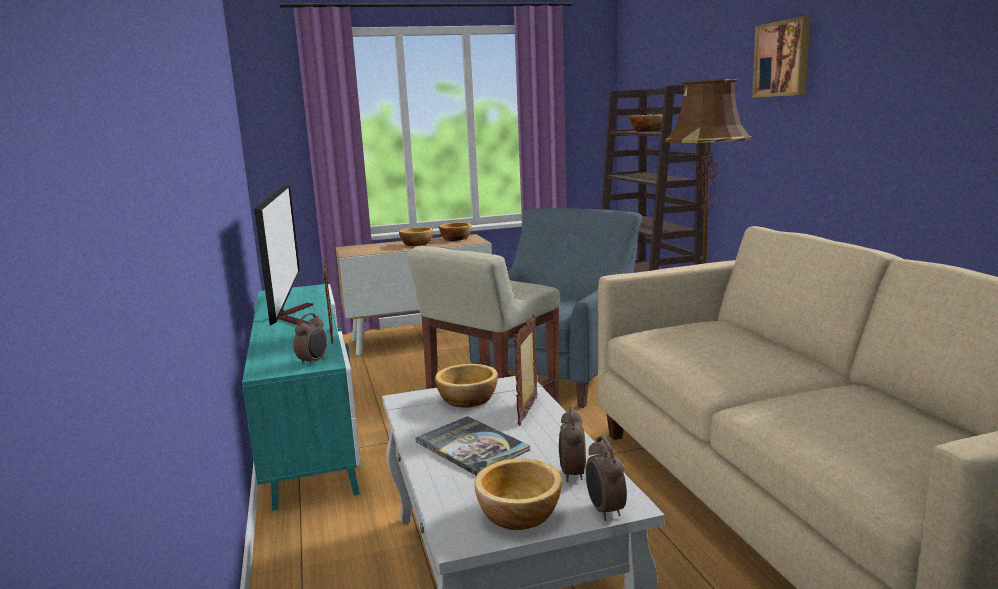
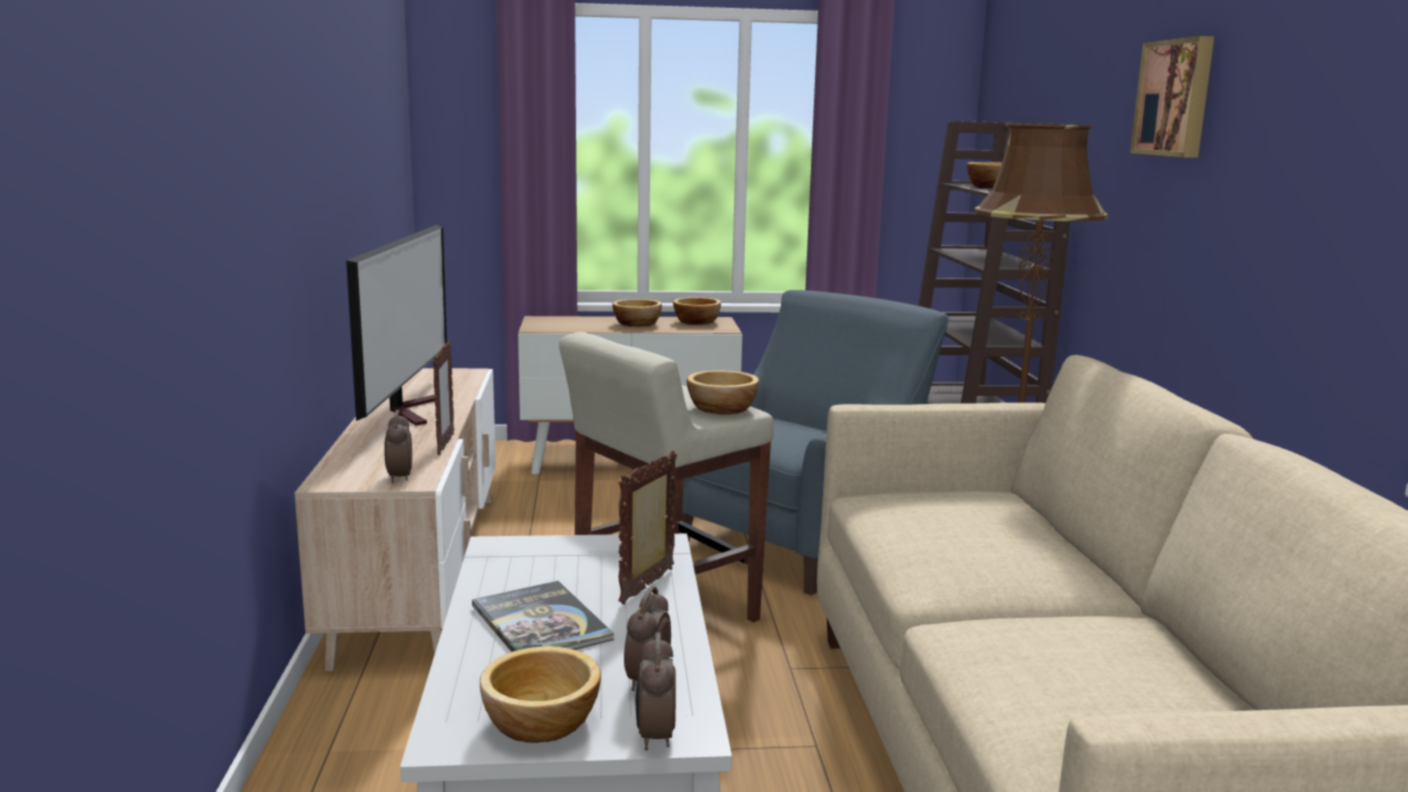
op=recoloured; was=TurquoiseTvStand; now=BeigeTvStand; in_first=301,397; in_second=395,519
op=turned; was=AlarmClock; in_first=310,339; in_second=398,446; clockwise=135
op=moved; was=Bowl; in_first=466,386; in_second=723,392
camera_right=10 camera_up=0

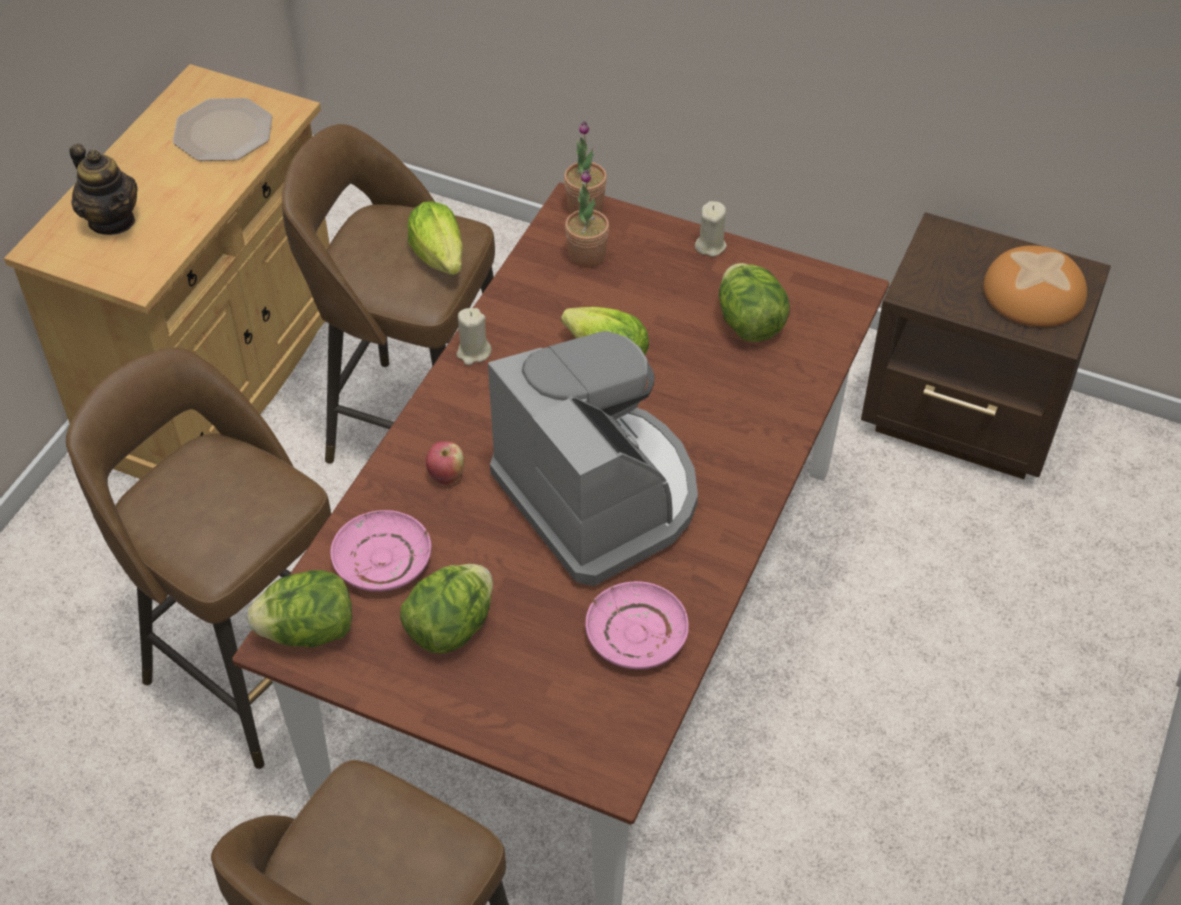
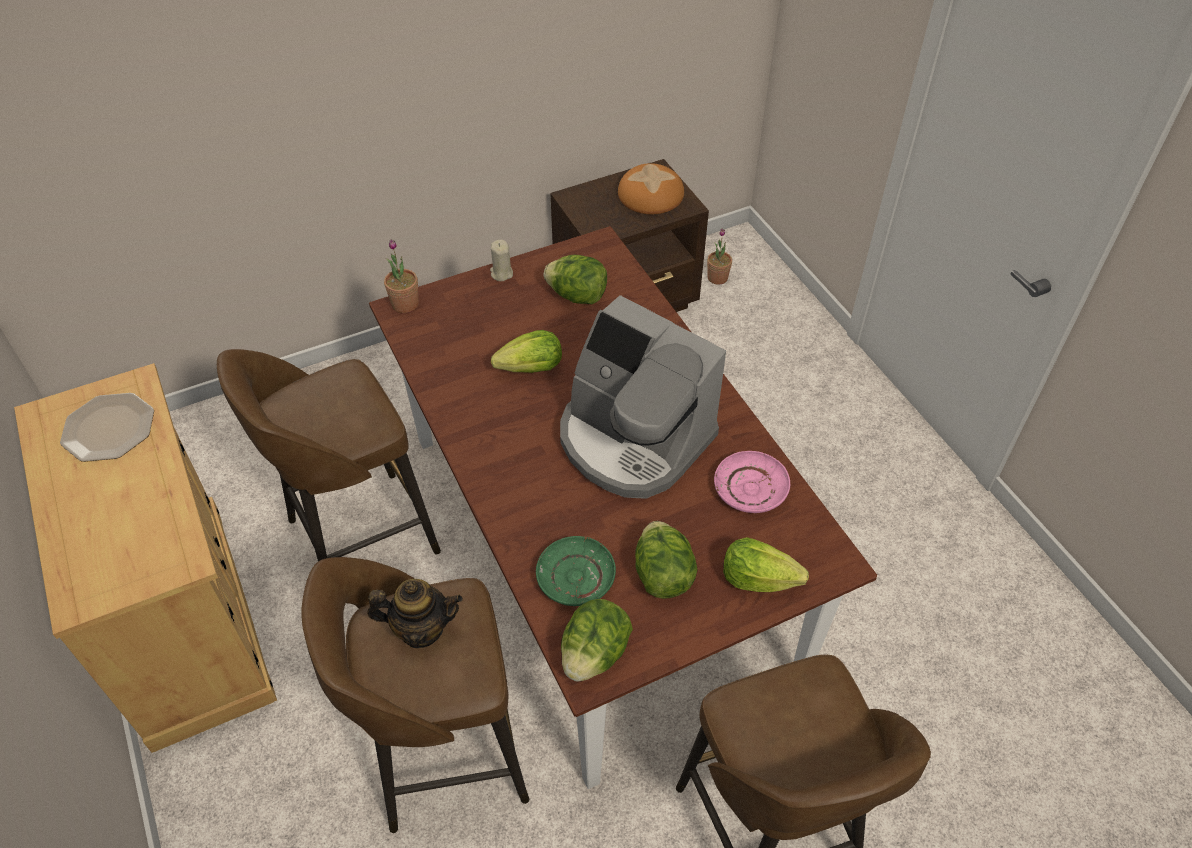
op=moved; was=PotForTea; in_first=103,189; in_second=415,613
op=moved; was=Houseplant; in_first=587,218; in_second=719,256
op=moved; was=LettuceHead; in_first=435,238; in_second=766,564
op=removed; was=BeigeWaxLight; in_first=474,336
op=turned; was=CoffeeBrewer; in_first=593,458; in_second=643,397; clockwise=-150
op=removed; was=WholeApple; in_first=445,463
op=recoloured; was=PinkishPlate; now=GreenColouredPlate; in_first=380,551; in_second=576,571
camera_right=-50 camera_up=0

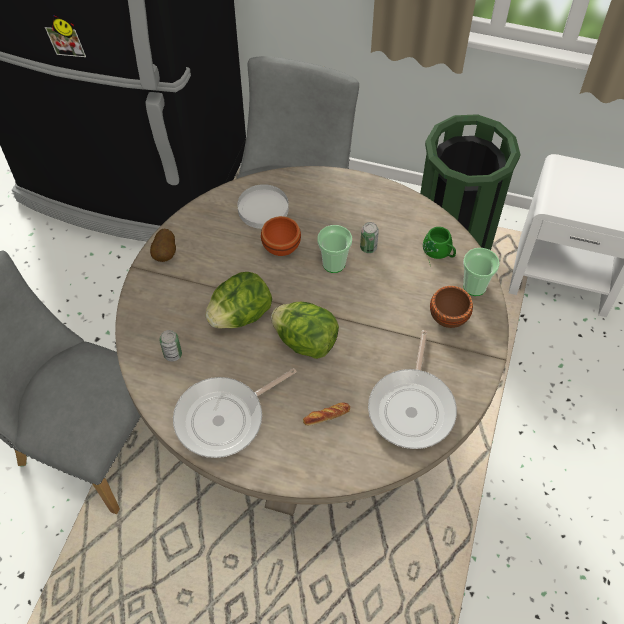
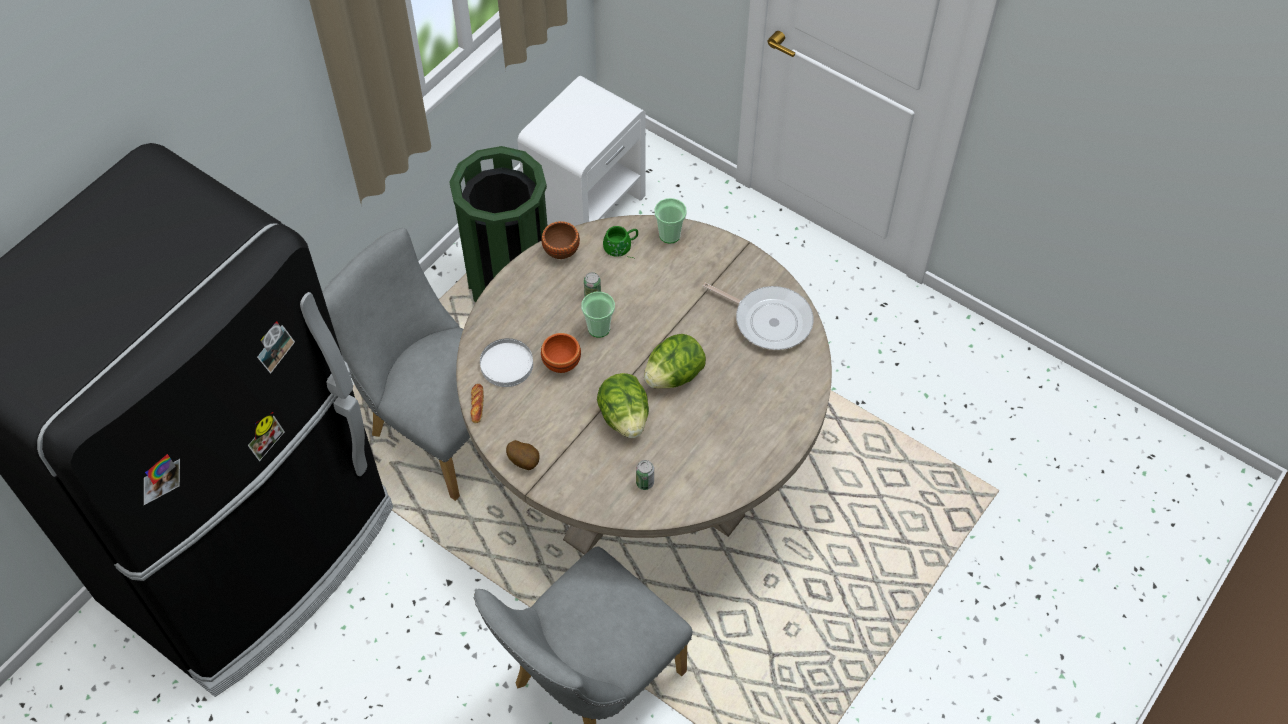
op=moved; was=BrownishBowl; in_first=451,307; in_second=560,240
op=removed; was=Pan; in_first=235,413
op=moved; was=BakedBread; in_first=326,414; in_second=477,403
camera_right=-70 camera_up=0

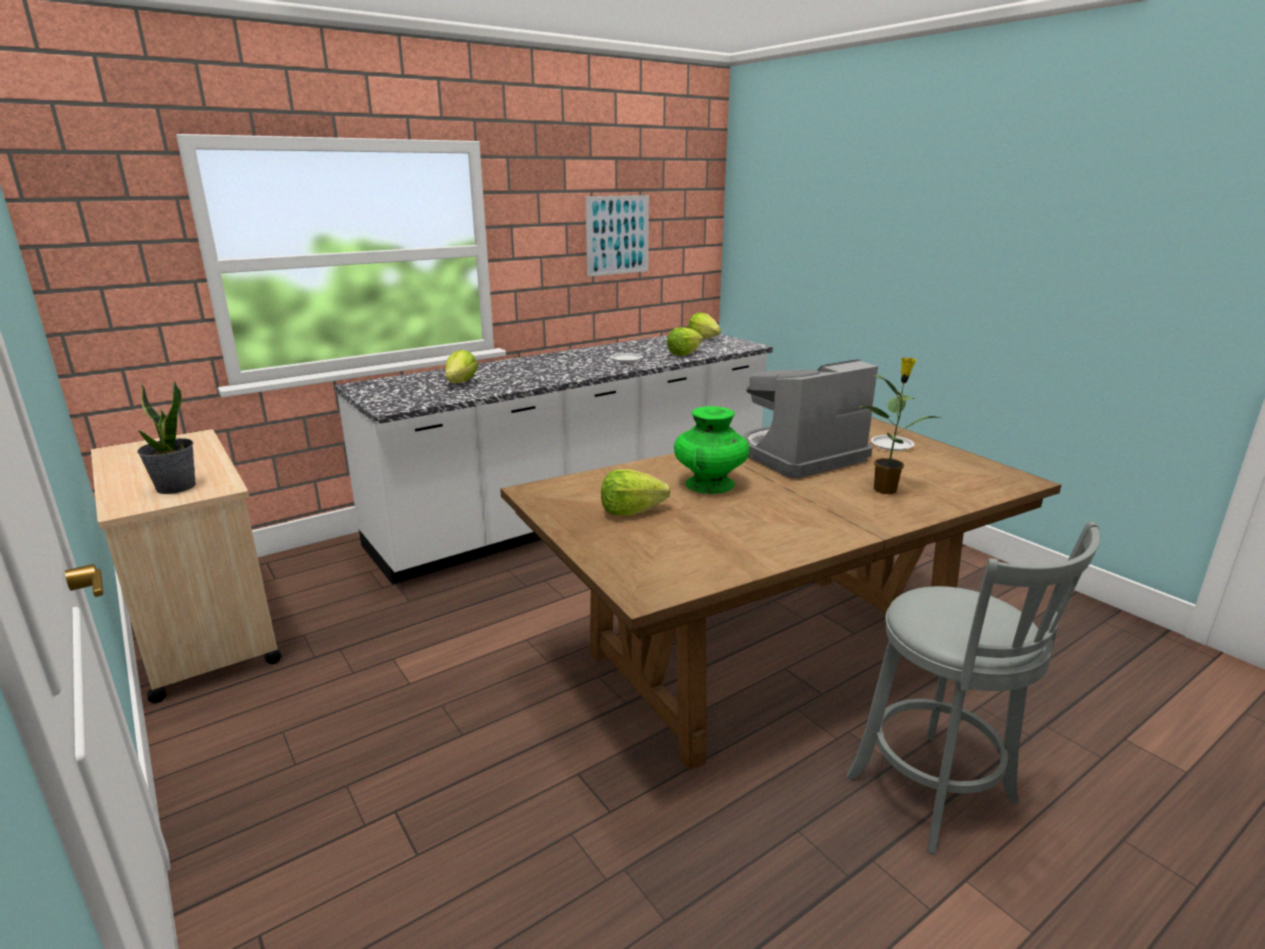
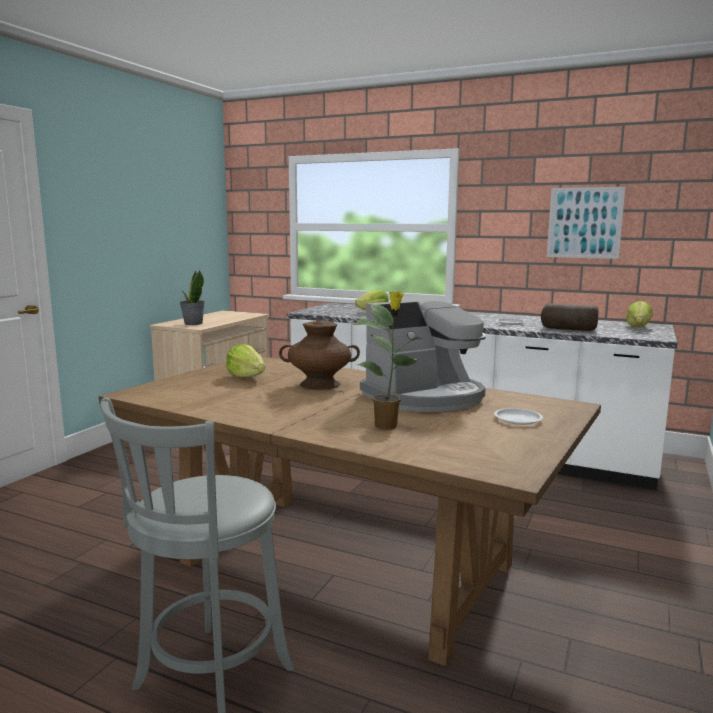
op=replaced; was=LettuceHead; now=BakedBread; in_first=685,341; in_second=569,317
op=turned; was=CoffeeBrewer; in_first=810,418; in_second=423,355; clockwise=120
op=recoloured; was=GreenColouredFlowerVase; now=BrownishFlowerVase; in_first=712,450; in_second=319,355
camera_right=60 camera_up=-10

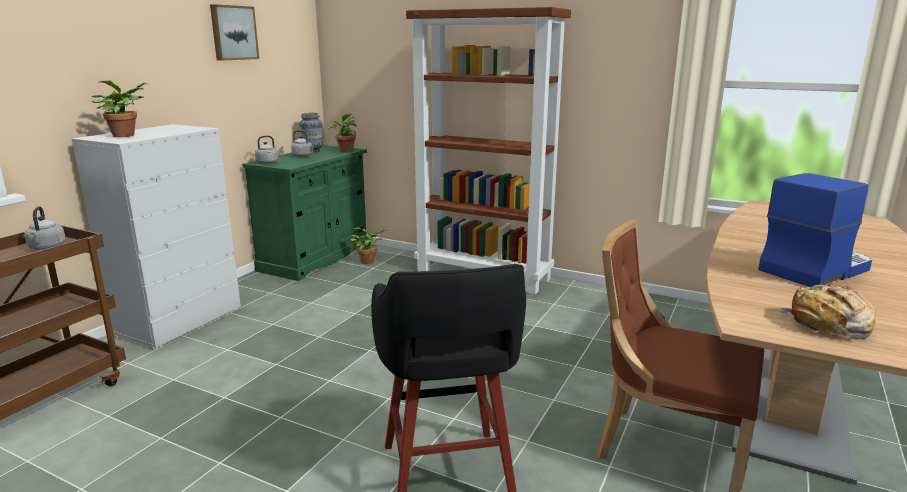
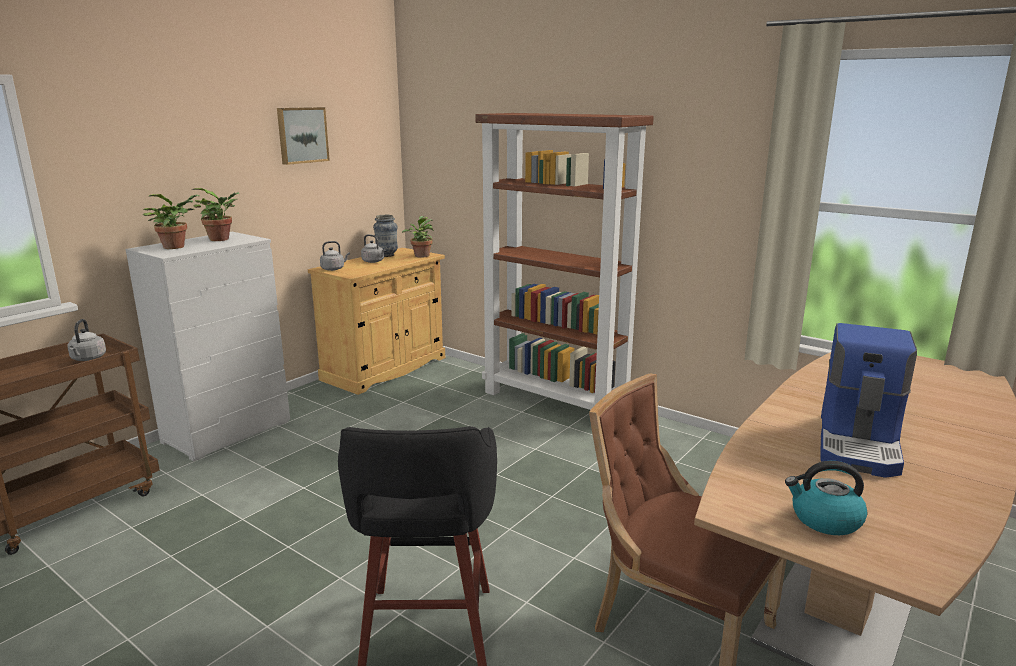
op=recoloured; was=GreenColouredStorageCabinet; now=BeigeStorageCabinet; in_first=305,213; in_second=376,321
op=turned; was=CoffeeBrewer; in_first=815,230; in_second=868,400; clockwise=135
op=moved; was=Houseplant; in_first=368,245; in_second=215,214
op=replaced; was=BakedBread; now=WaterKettle; in_first=827,311; in_second=826,498
camera_right=10 camera_up=0

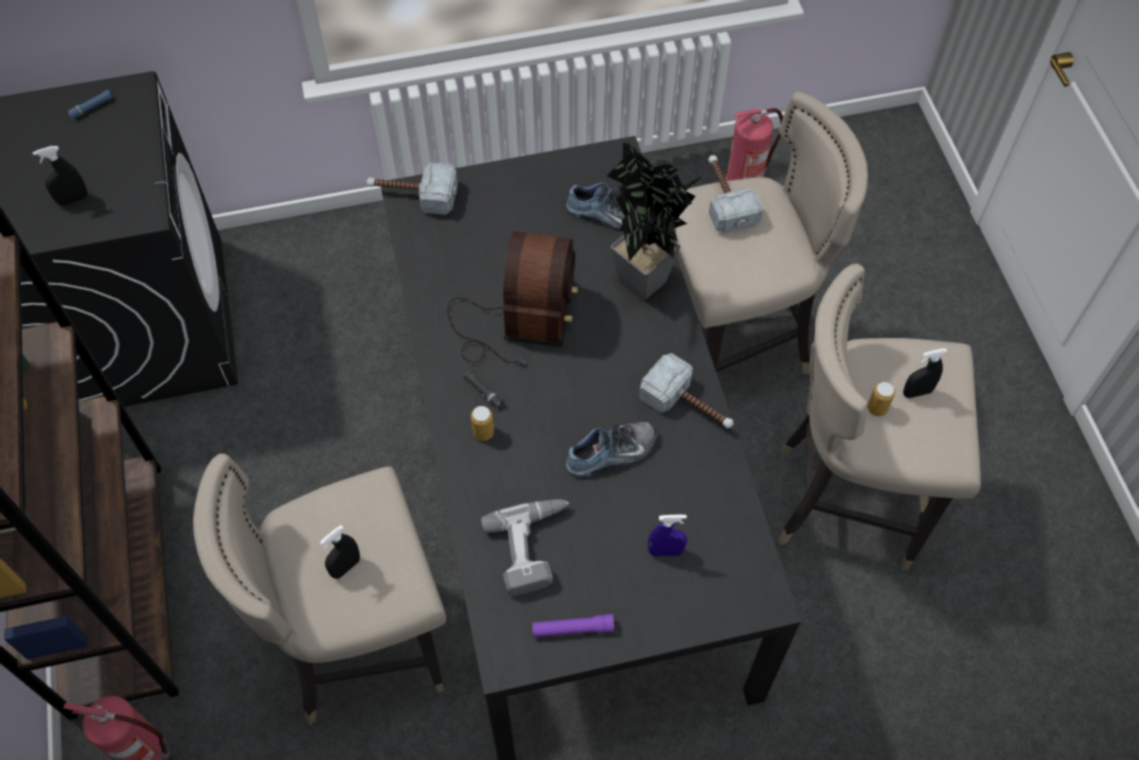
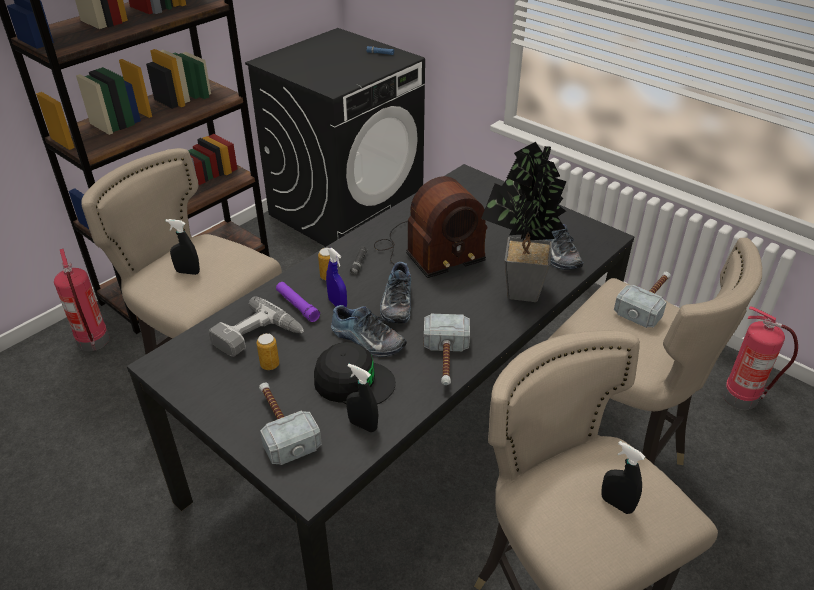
op=moved; was=BlackHandSprayer; in_first=60,175; in_second=362,398
op=moved; was=ToolHammer; in_first=412,189; in_second=290,423
op=moved; was=MetalCan; in_first=881,399; in_second=268,351
op=moved; was=BlueHandSprayer; in_first=667,535; in_second=336,277
op=moved; was=PurpleColouredTorch; in_first=573,625; in_second=298,302
op=added; now=Shoe; in_second=395,292
op=added; now=BlackCap; in_second=355,373
camera_right=55 camera_up=-20

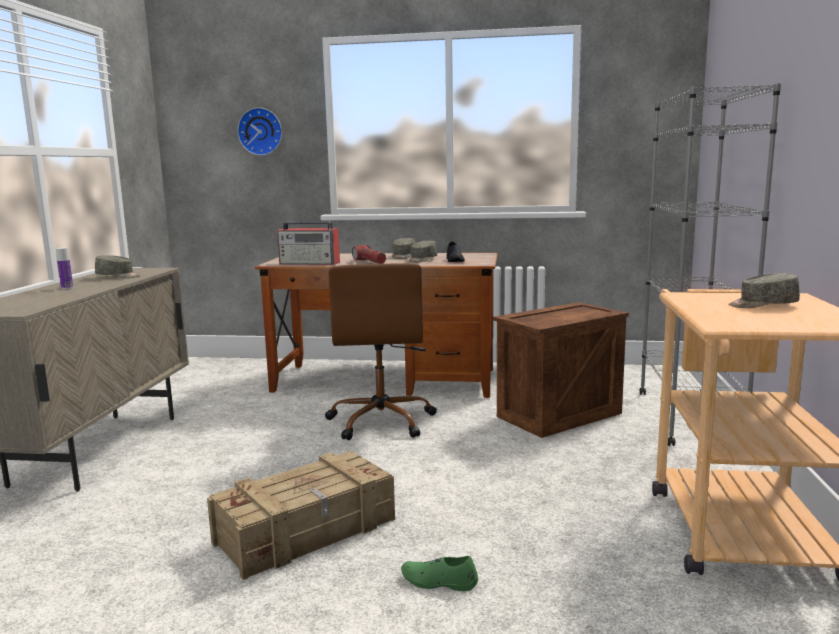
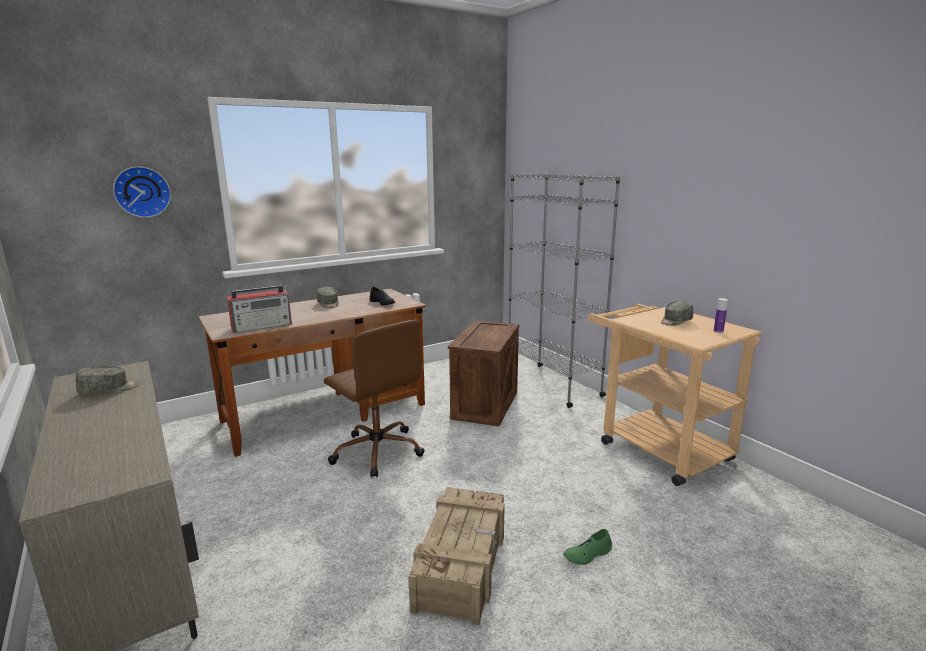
op=removed; was=GreyishCap; in_first=423,251
op=removed; was=Torch; in_first=369,254
op=moved; was=BeverageBottle; in_first=64,268; in_second=721,315
camera_right=-40 camera_up=5

